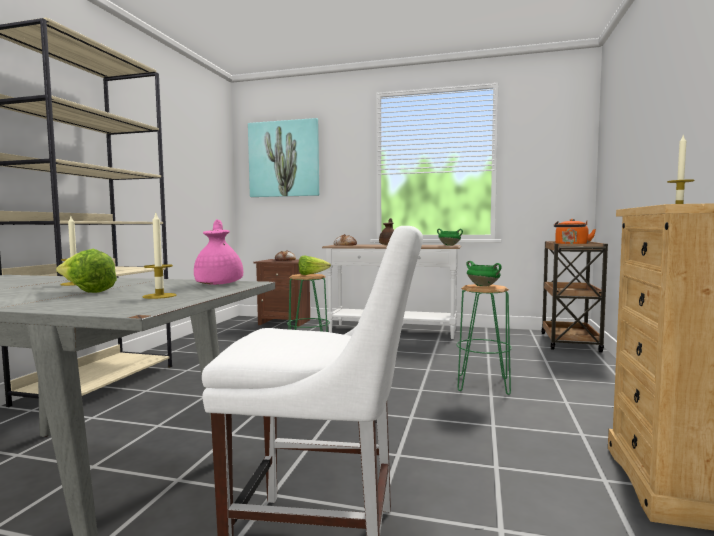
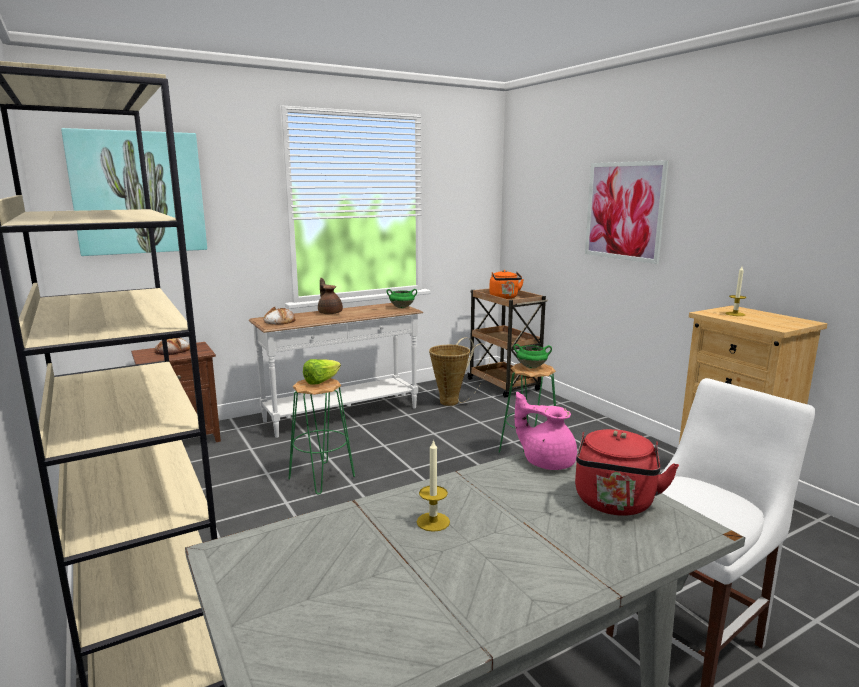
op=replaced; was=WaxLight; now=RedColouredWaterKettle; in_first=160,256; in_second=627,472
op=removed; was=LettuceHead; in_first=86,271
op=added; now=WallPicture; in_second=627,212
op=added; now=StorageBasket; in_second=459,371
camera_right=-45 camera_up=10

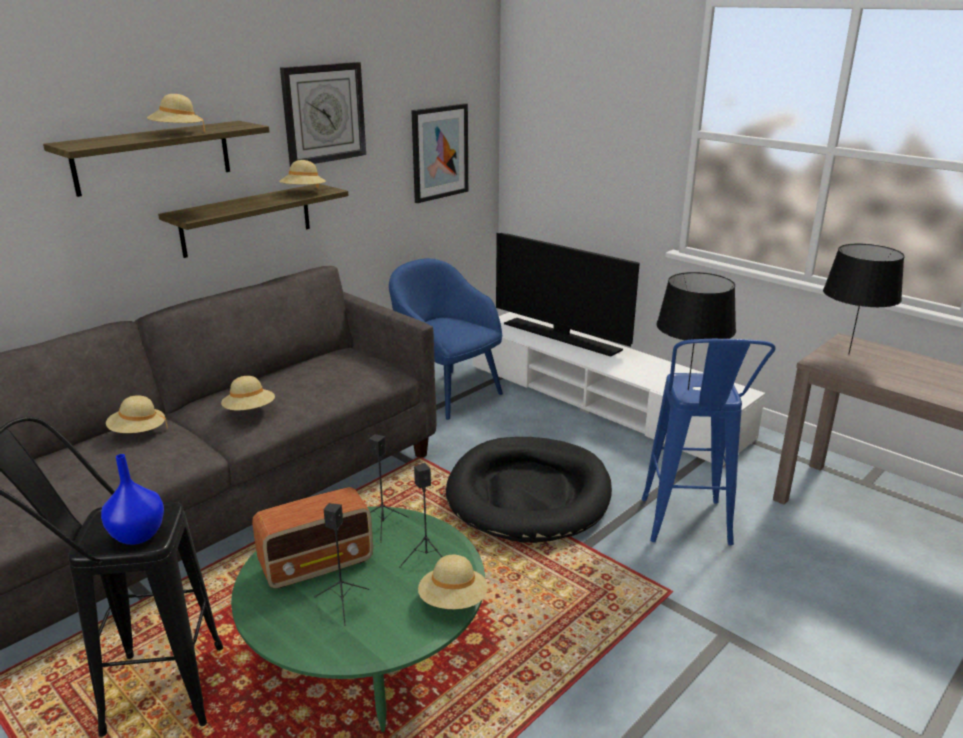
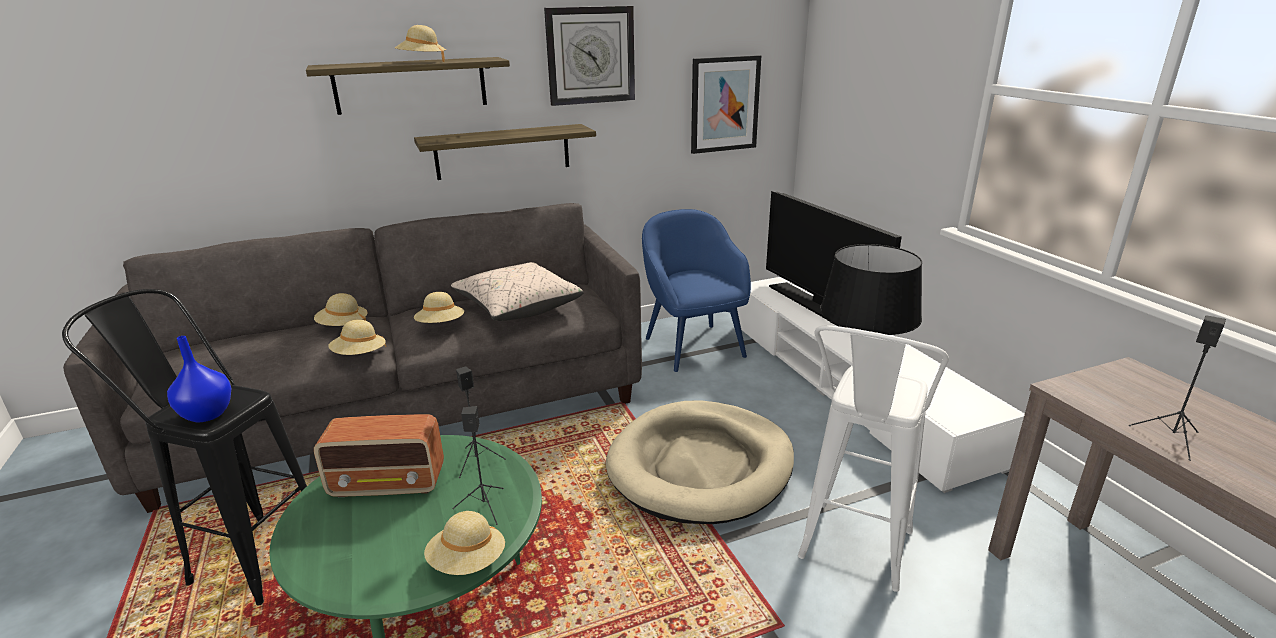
op=moved; was=BeigeHat; in_first=302,174; in_second=357,337
op=removed; was=BlackLampForATable; in_first=863,299
op=recoloured; was=BlueSittingStool; now=WhiteColouredSittingStool; in_first=709,442; in_second=873,458
op=recoloured; was=BlackDogBed; now=BeigeDogBed; in_first=529,490; in_second=700,462
op=moved; was=BlackSpeaker; in_first=341,564; in_second=1177,388
op=added; now=BeigeThrowPillow; in_second=517,291
camera_right=25 camera_up=0

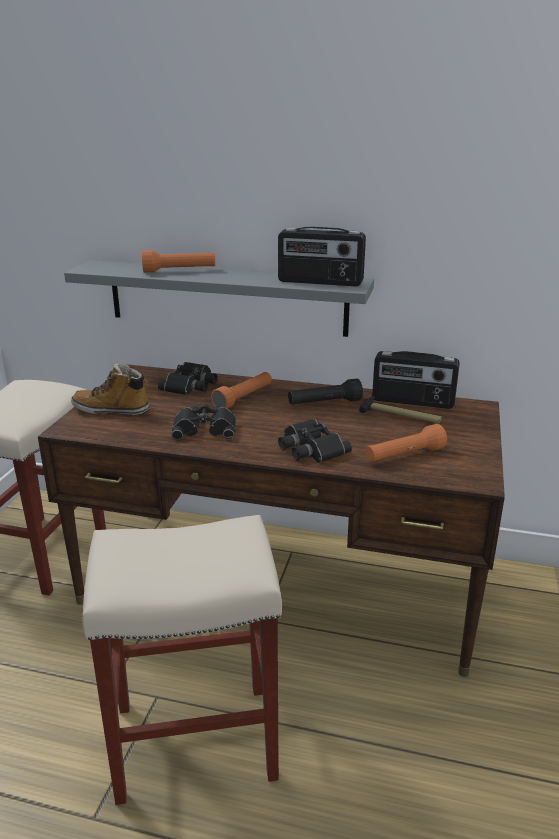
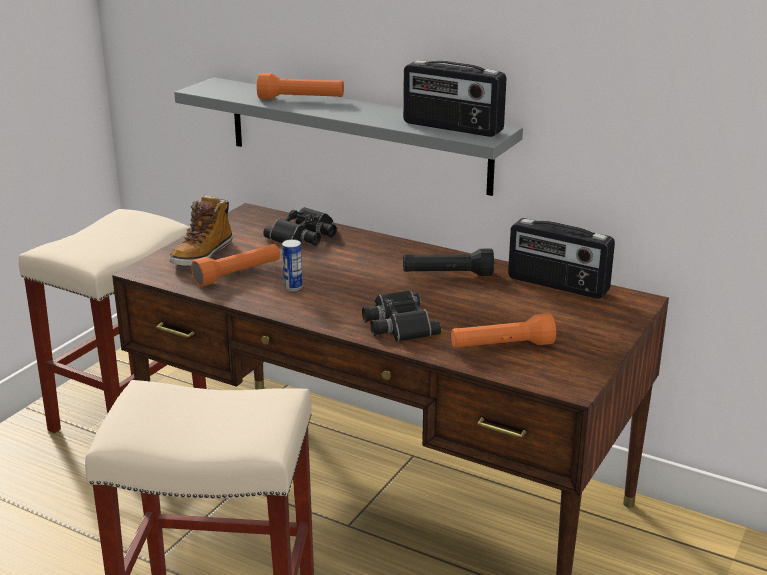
op=turned; was=Boot; in_first=110,389; in_second=200,231; clockwise=-90
op=moved; was=OrangeyTorch; in_first=241,390; in_second=235,265
op=removed; was=ToolHammer; in_first=400,410
op=replaced; was=BlackFieldGlasses; now=MetalCan; in_first=203,422; in_second=292,265
camera_right=15 camera_up=0

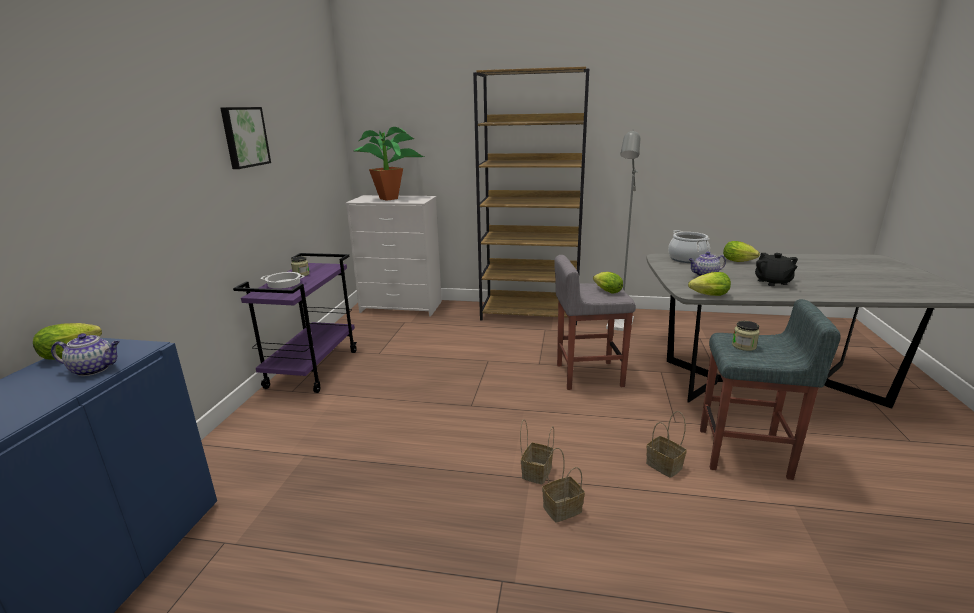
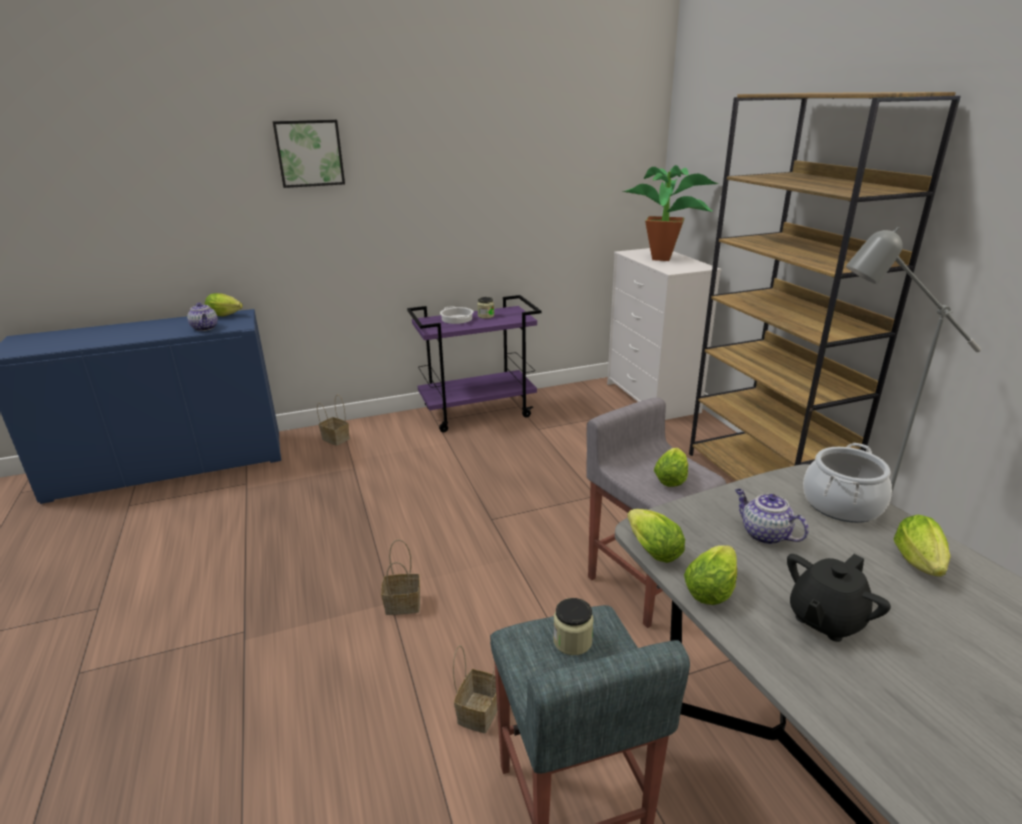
op=moved; was=WallPicture; in_first=245,138; in_second=309,154
op=moved; was=StorageBasket; in_first=563,485; in_second=333,420
op=added; now=LettuceHead; in_second=710,575
camera_right=60 camera_up=5

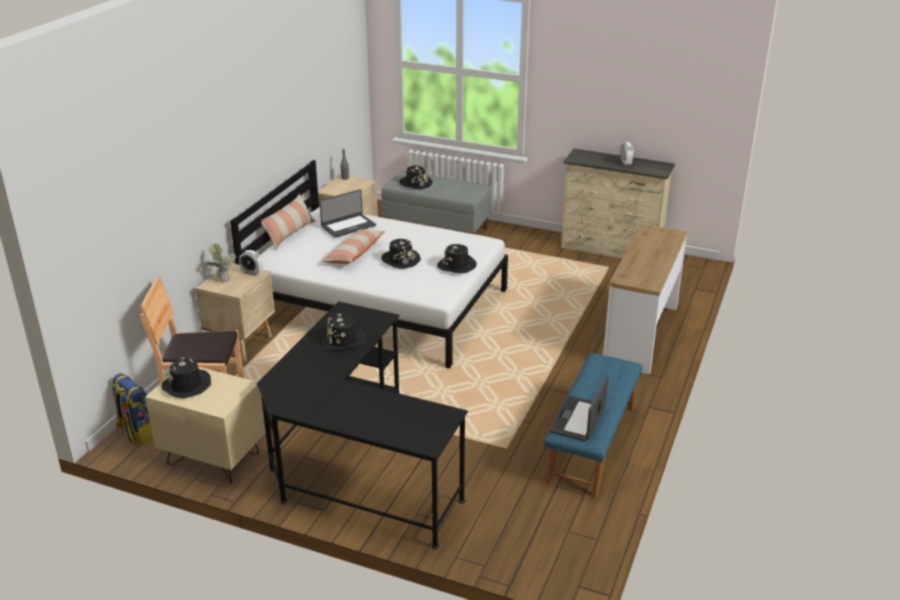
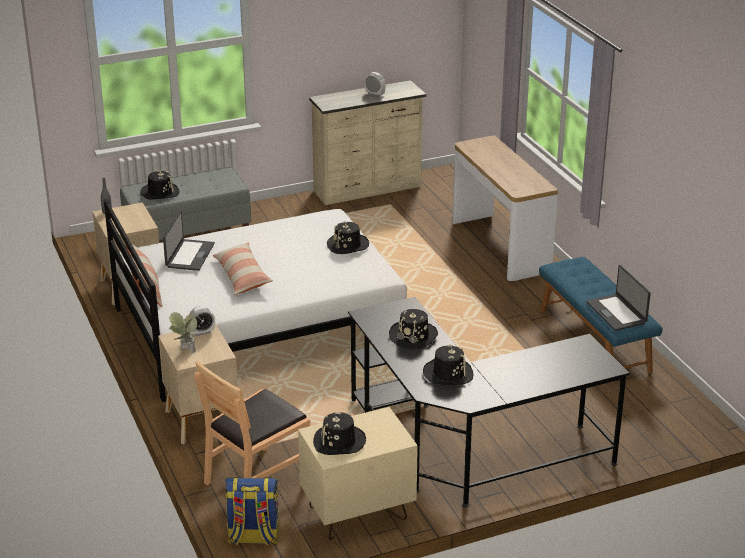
op=moved; was=BlackHat; in_first=401,254; in_second=448,365
camera_right=-45 camera_up=0

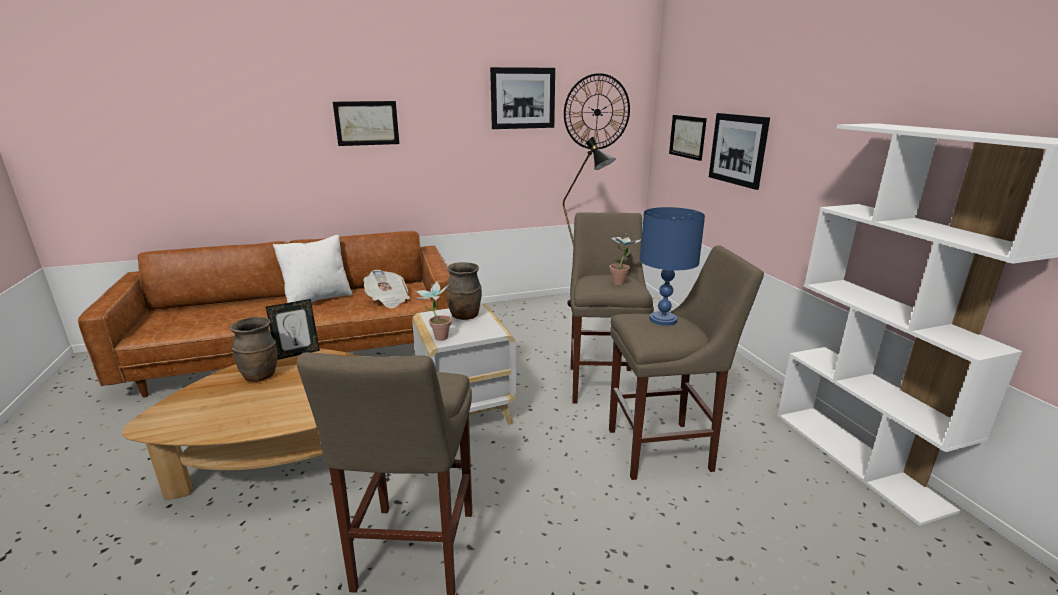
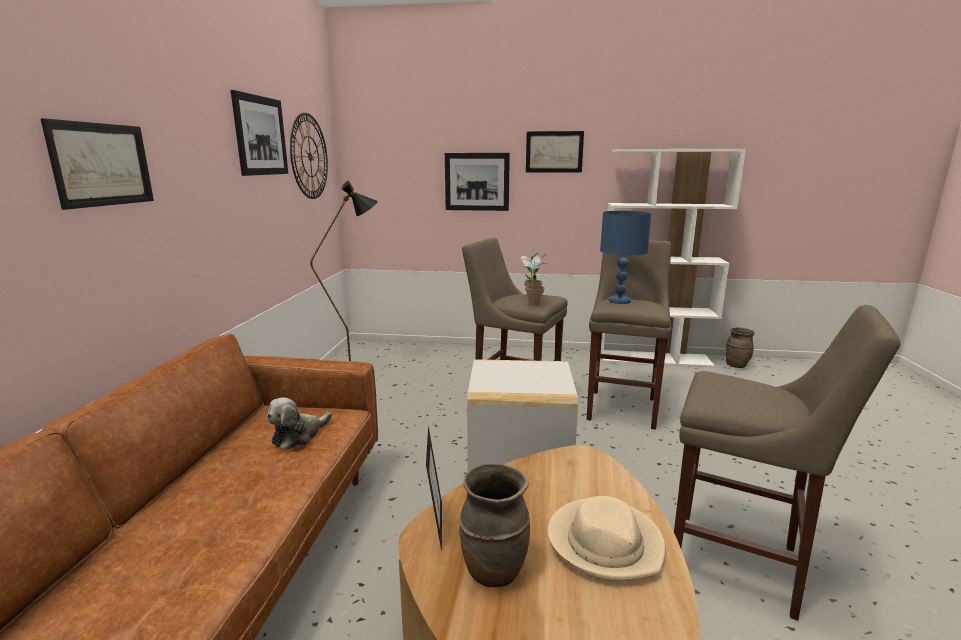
op=moved; was=WallPicture; in_first=688,138; in_second=555,152
op=removed; was=WhiteColouredThrowPillow; in_first=313,269
op=moved; was=BrownishFlowerVase; in_first=464,291; in_second=740,347
op=replaced; was=PrintedPaper; now=SoftToy; in_first=386,289; in_second=299,423
op=moved; was=Houseplant; in_first=433,311; in_second=535,280
op=added; now=BeigeHat; in_second=607,539
camera_right=-65 camera_up=-5

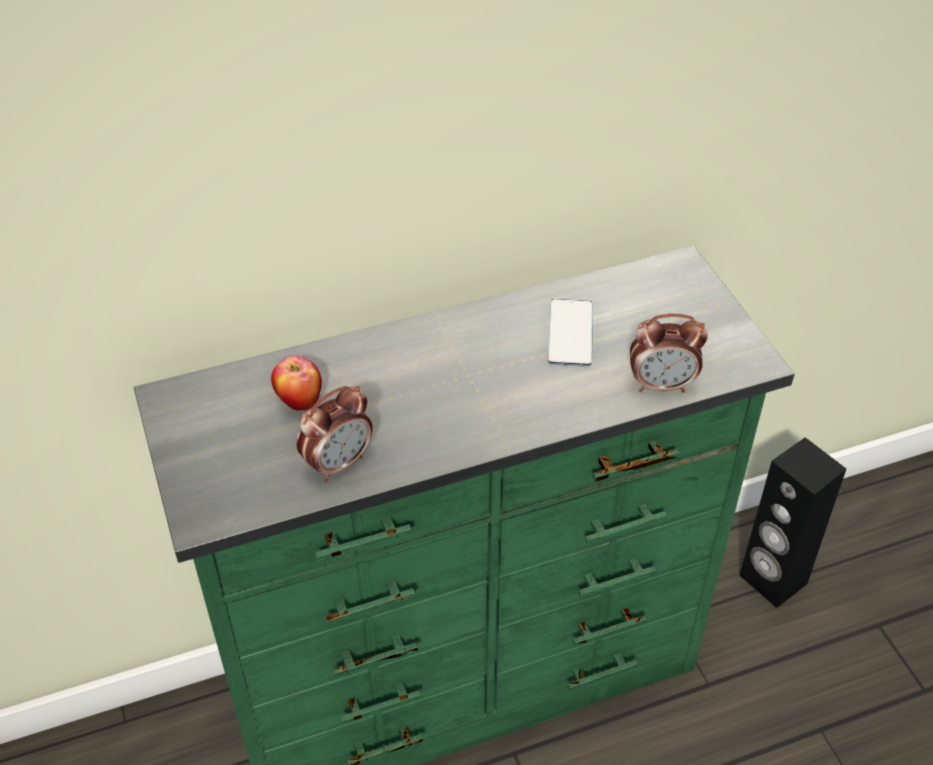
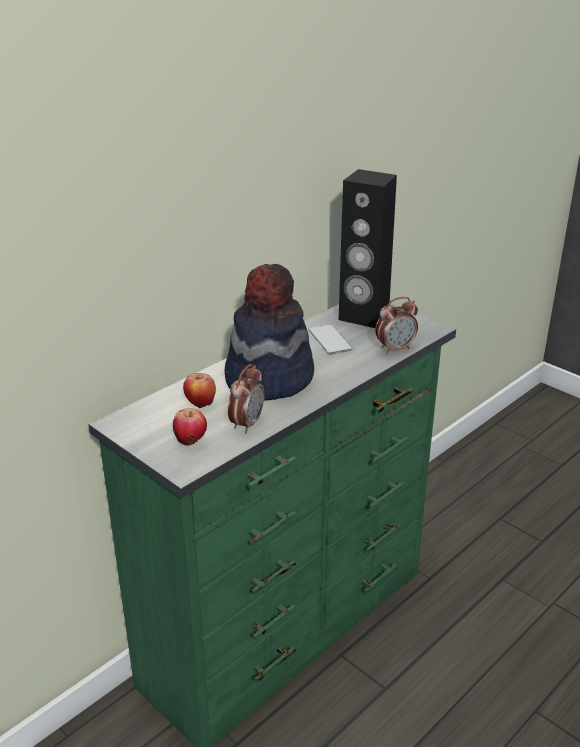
op=moved; was=BlackSpeaker; in_first=792,522; in_second=368,248
op=added; now=Hat; in_second=269,332
op=added; now=WholeApple; in_second=190,427
camera_right=-25 camera_up=-15

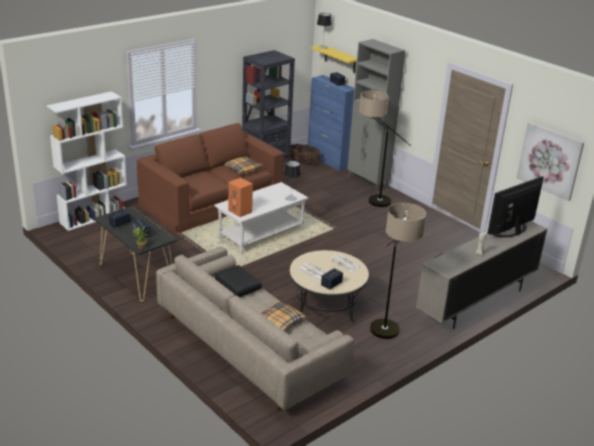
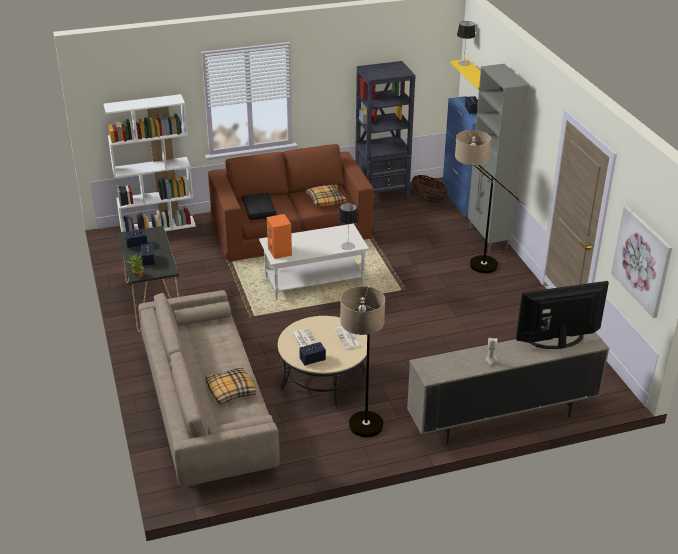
op=moved; was=BlackThrowPillow; in_first=238,281; in_second=259,206
camera_right=25 camera_up=5

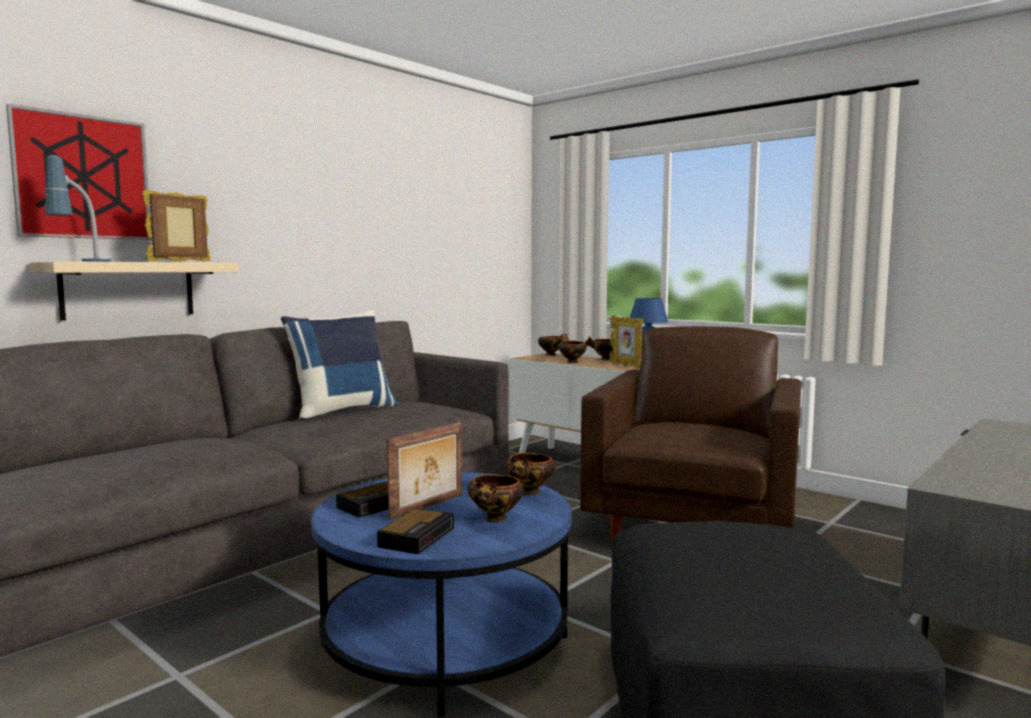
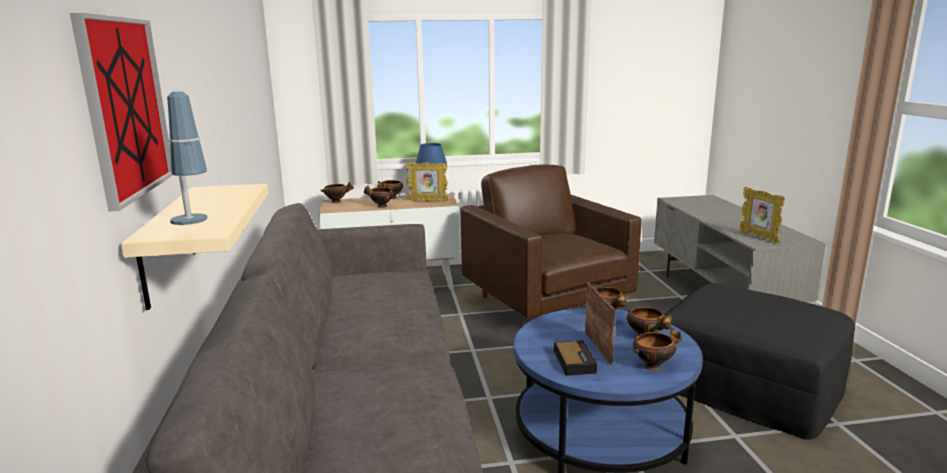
op=moved; was=PhotoFrame; in_first=176,226; in_second=762,215
op=removed; was=BlueThrowPillow; in_first=340,366
op=replaced; was=AlarmClock; now=Bowl; in_first=415,531; in_second=657,349
camera_right=-50 camera_up=10

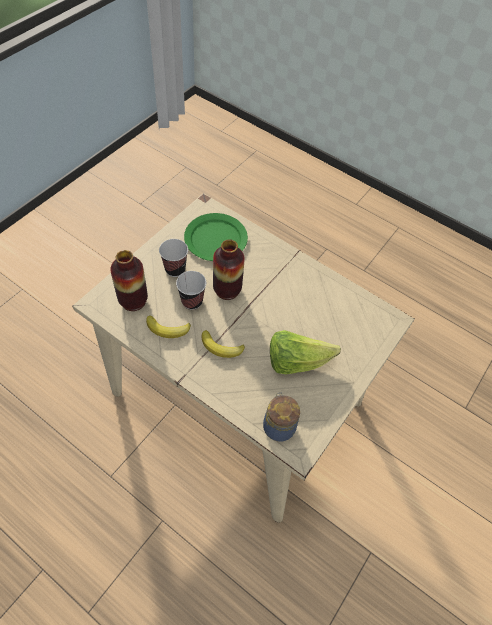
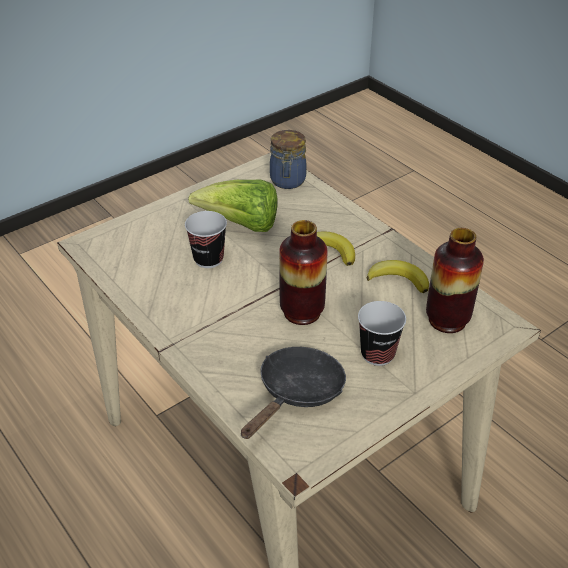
op=replaced; was=GreenColouredPlate; now=BlackPan; in_first=216,237; in_second=293,393
op=moved; was=Cup; in_first=191,290; in_second=206,239
camera_right=-160 camera_up=-15

